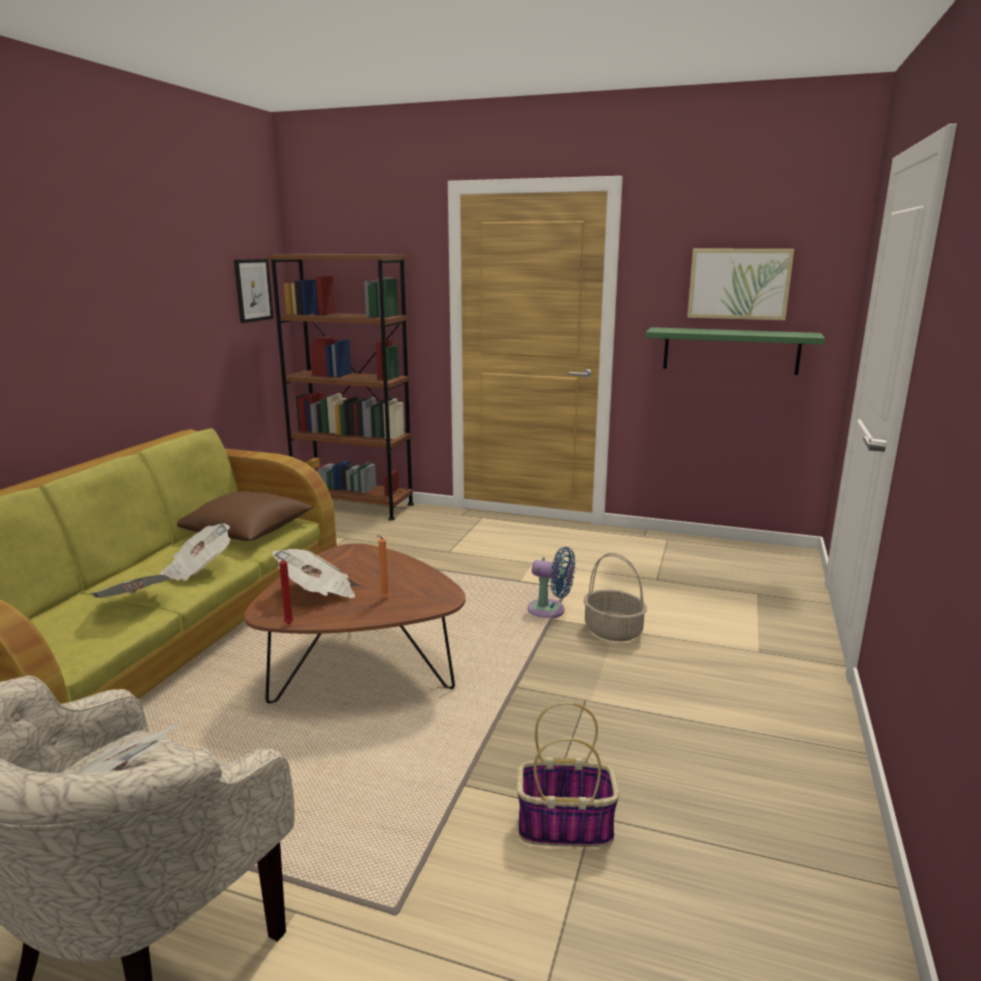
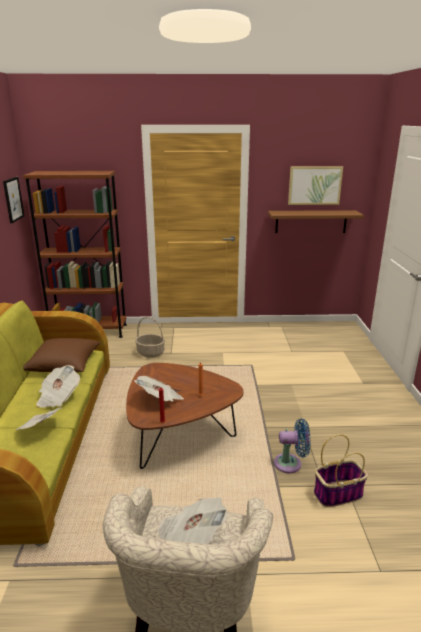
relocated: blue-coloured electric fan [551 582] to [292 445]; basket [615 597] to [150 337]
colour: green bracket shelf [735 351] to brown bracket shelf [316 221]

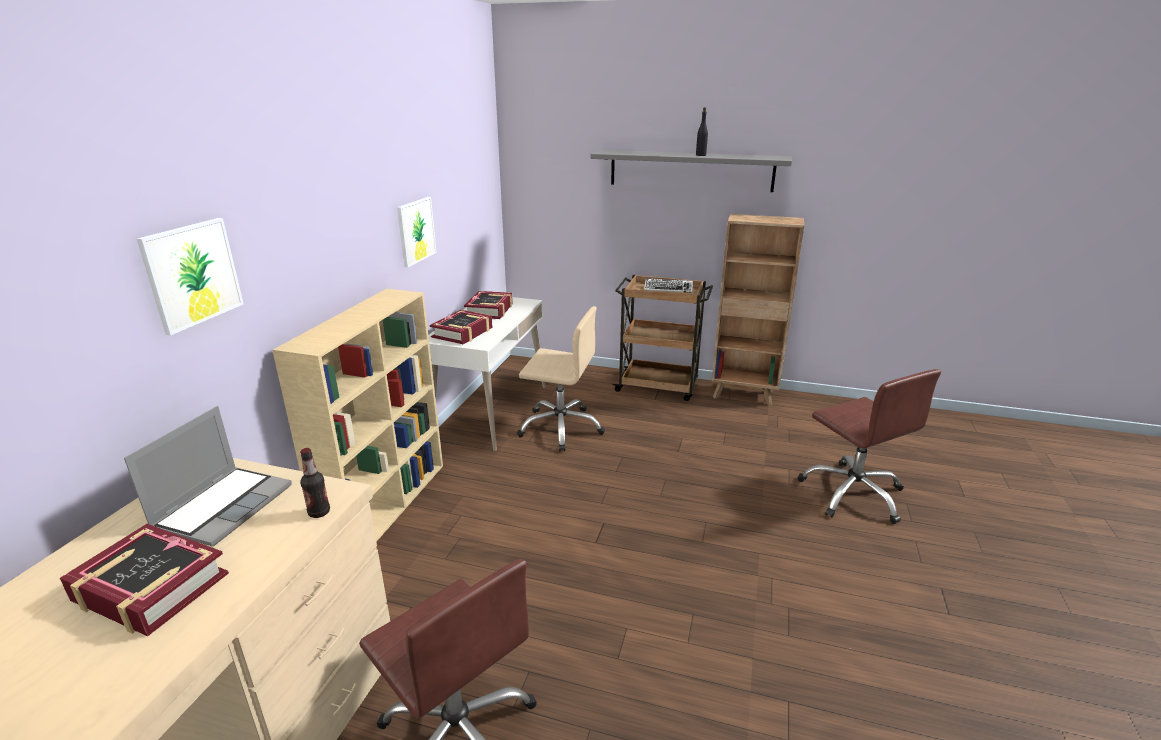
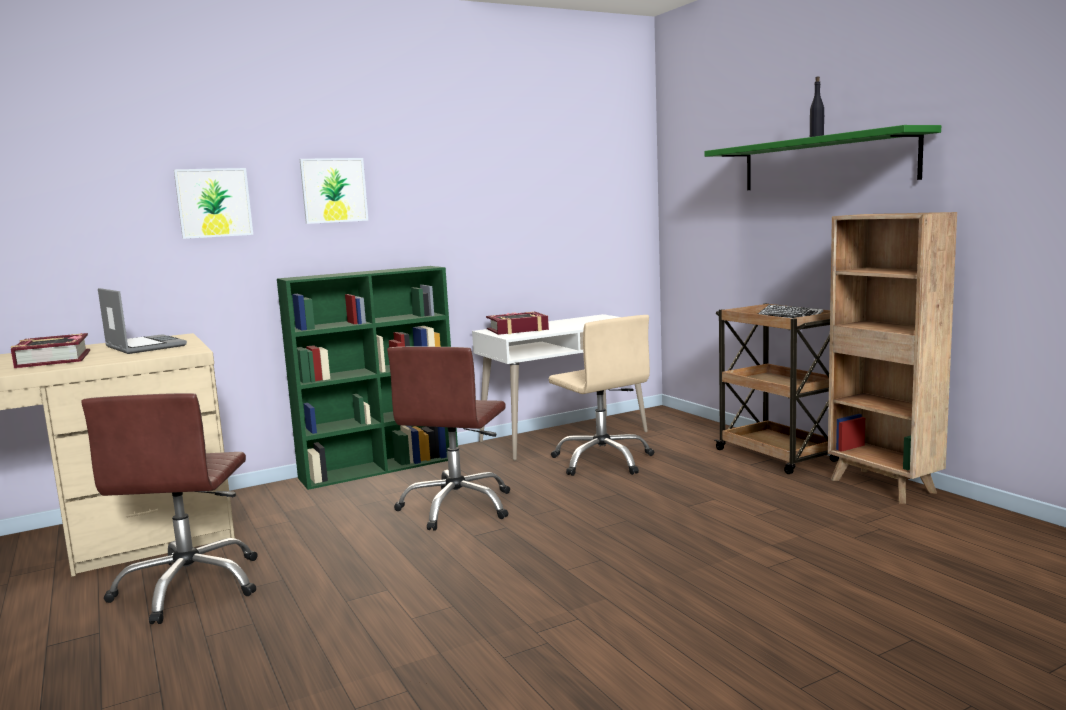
missing: beverage bottle [315 483]; volume [488 305]
relocated: picture [417 232] to [334 191]; brown desk chair [869 446] to [448 439]
colour: beige-coloured bookcase [357 415] to green bookcase [367 378]; gray bracket shelf [691 171] to green bracket shelf [822 157]
spun: laptop [208 476] = [142 321] 105 degrees counterclockwise

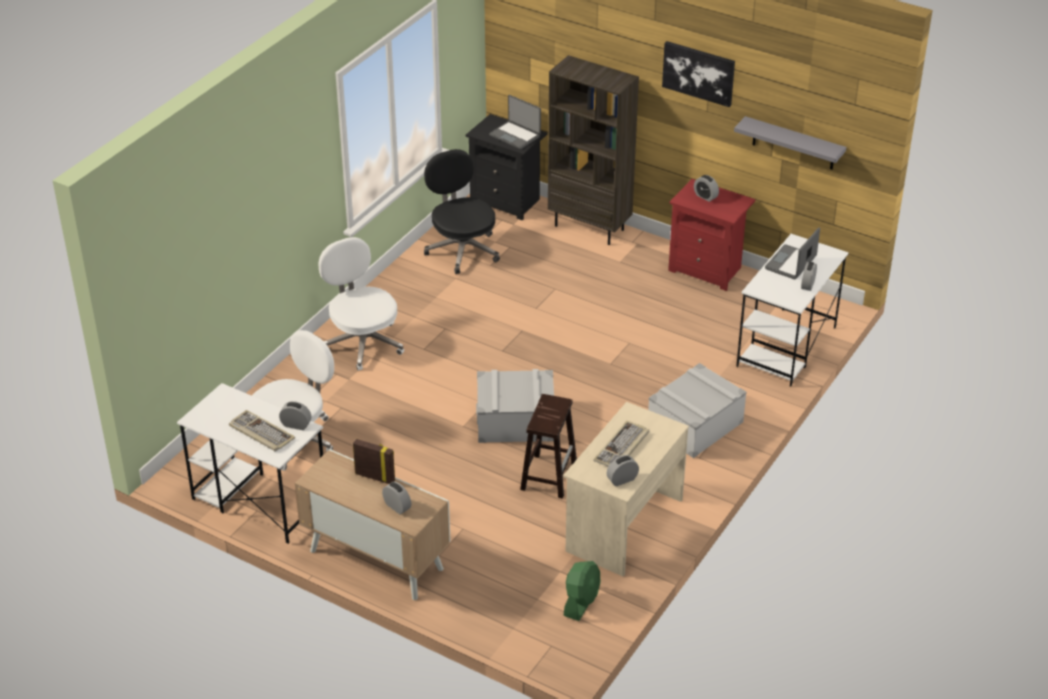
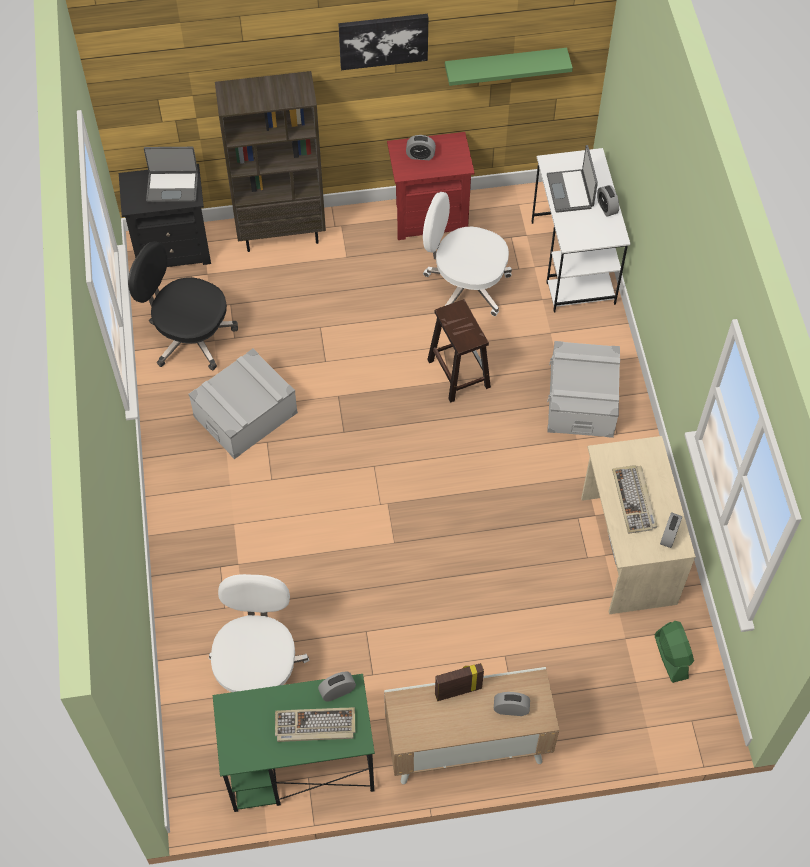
relocated: white-coloured desk chair [361 304] to [467 254]; gray storage box [515 406] to [243 403]; brown stool [548 446] to [459 351]
colour: white-coloured desk unit [250 463] to green desk unit [294 743]; gray bracket shelf [790 143] to green bracket shelf [509 67]

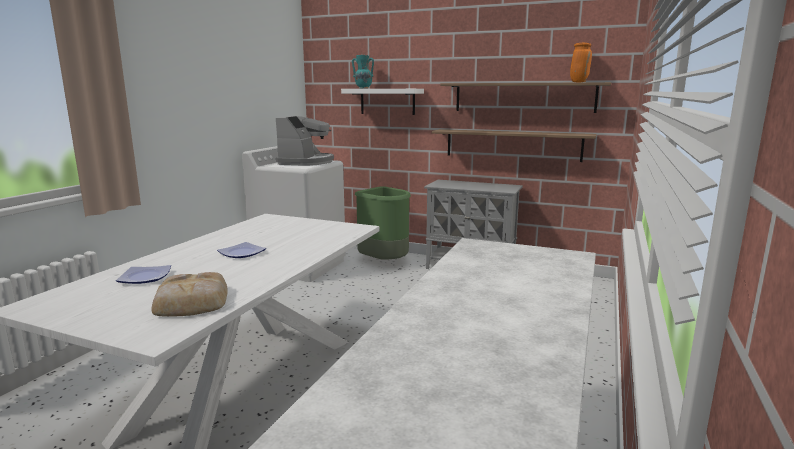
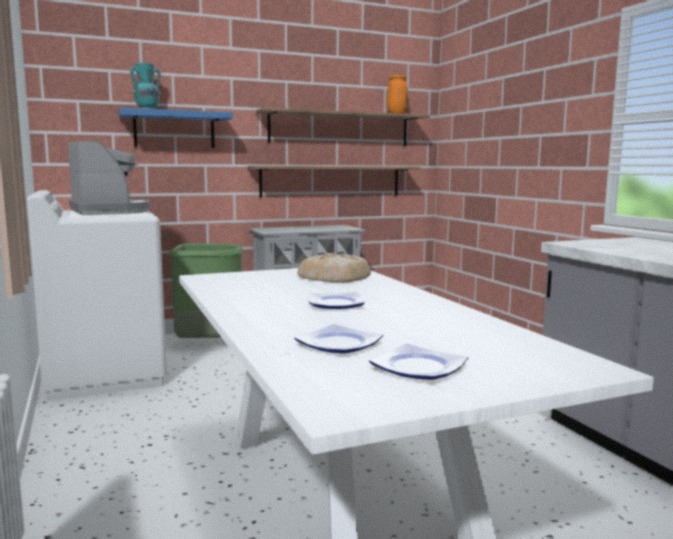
appeared: dinner plate [418 361]
relocated: bakery bread [189 294] to [334 268]
colour: white-coloured bracket shelf [382 102] to blue-coloured bracket shelf [176 128]

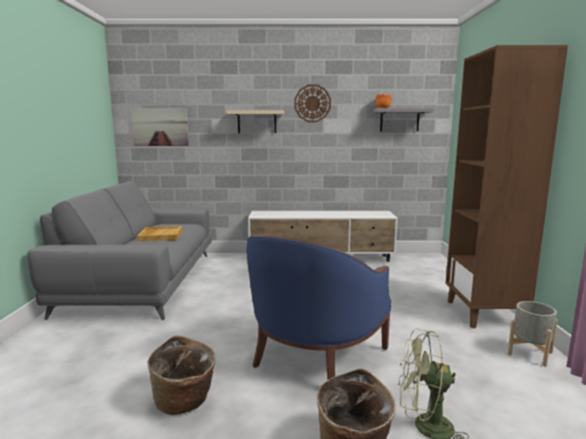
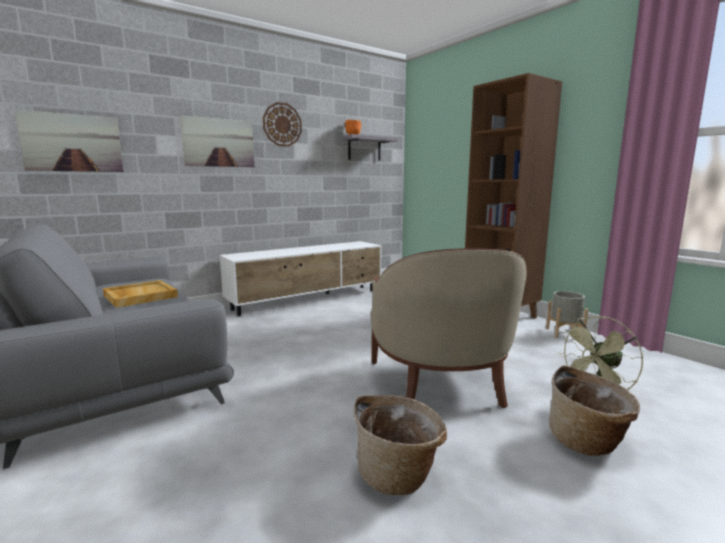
exchanged: beige-coloured bracket shelf [255 121] to picture [217 141]
colour: blue-coloured lounge chair [318 307] to beige-coloured lounge chair [448 328]

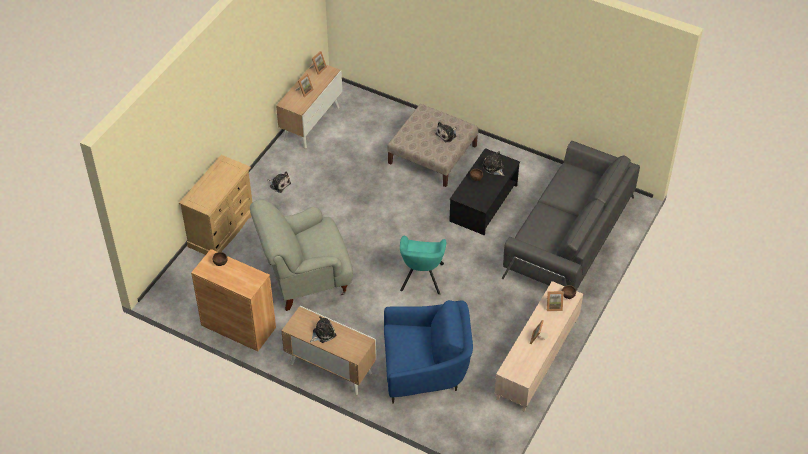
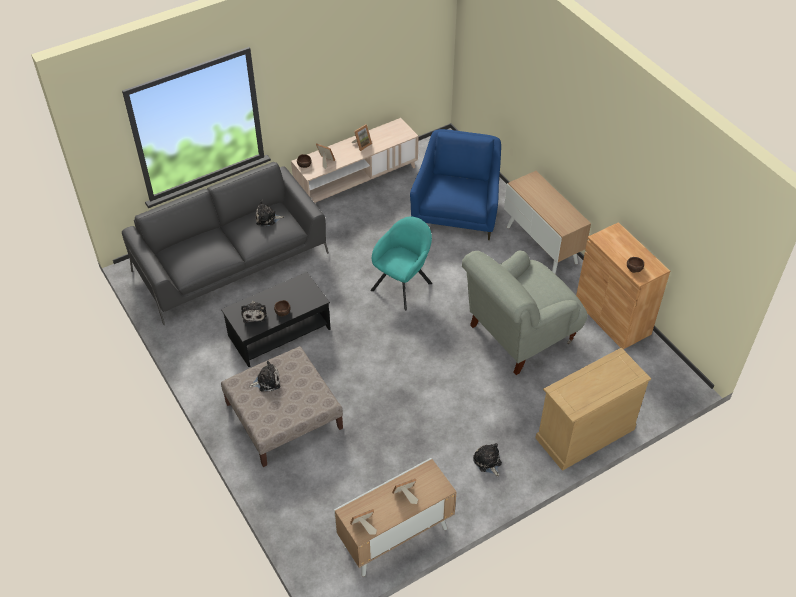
relocated: cuddly toy [323 329] to [270 213]
spun: gray lounge chair [301 255] = [525 312] 135 degrees clockwise; blue-coloured lounge chair [428 352] = [455 184] 75 degrees clockwise

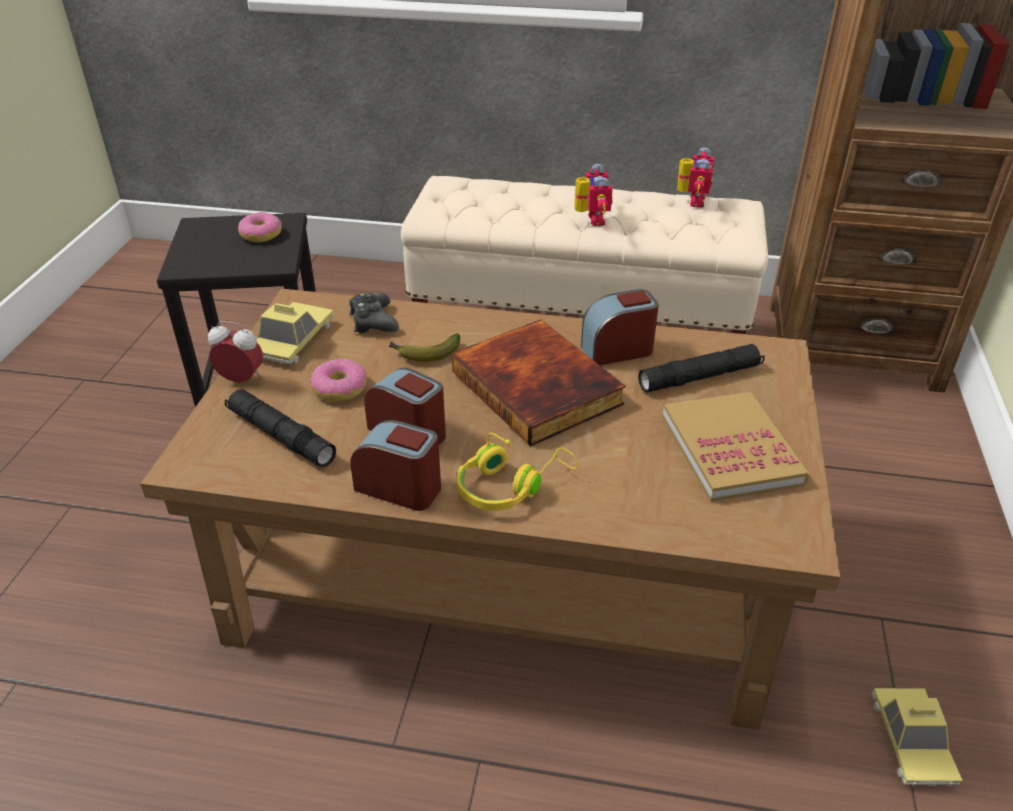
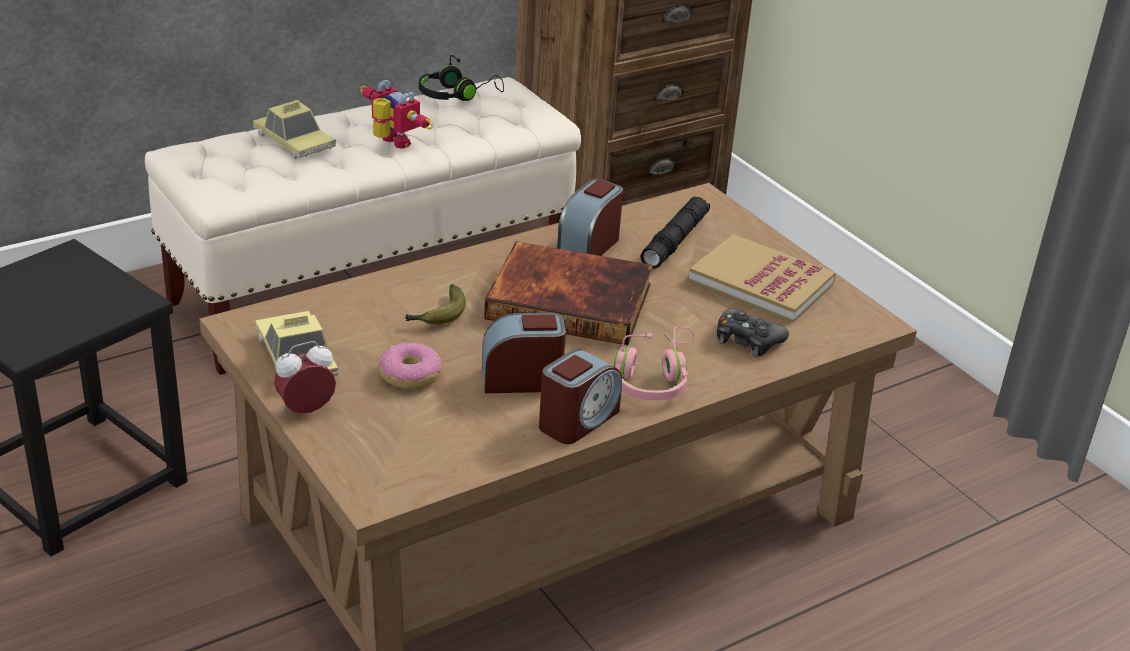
missing: blackish flashlight [280 428]; doughnut [260 227]
relocated: blackish gamepad [374 313] to [753 332]; model car [917 737] to [294 129]
exchanged: toy robot [695 177] to blackish headphones [461 78]
colour: yellow headphones [517 472] to pink headphones [654 363]
spun: table clock [395 465] = [580 396] 150 degrees clockwise

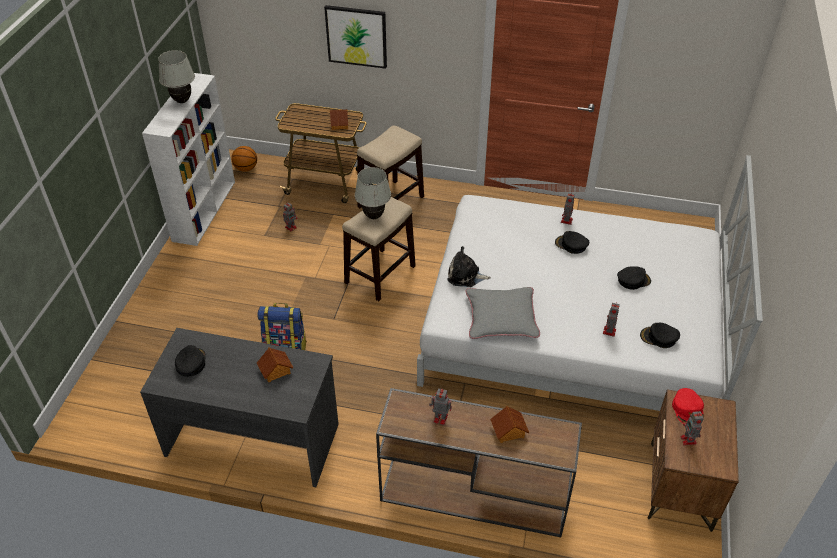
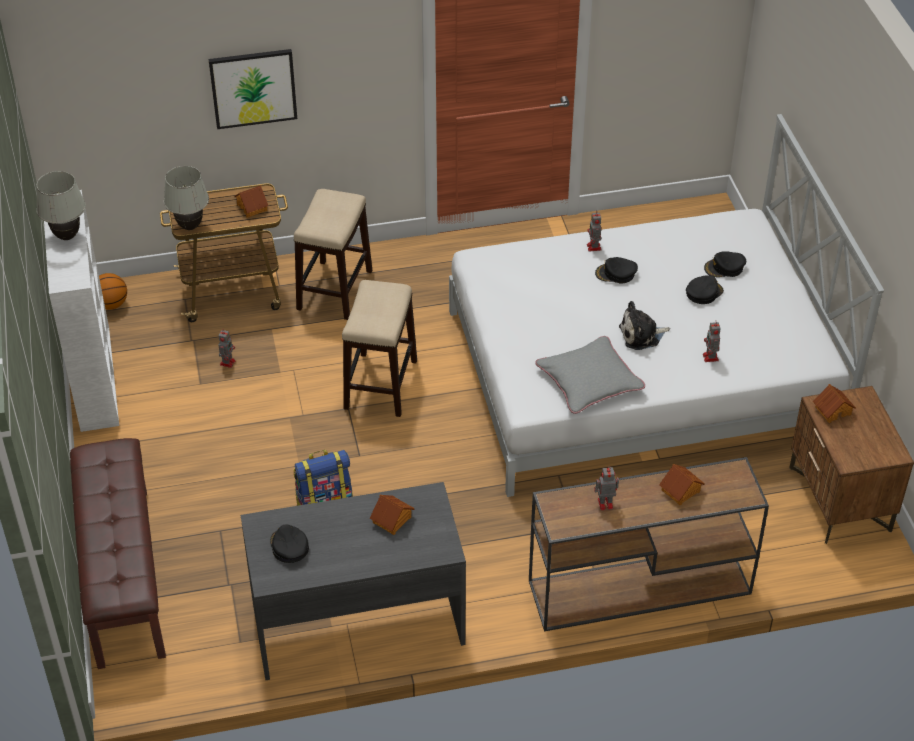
missing: toy robot [692 428]
appeared: brown indoor bench [118 553]
relocated: white-coloured table lamp [373 193] to [186 198]; cuddly toy [469 266] to [644 325]; blackish baseball cap [660 335] to [725 264]
exchanged: red-coloured baseball cap [688 406] to model house [834 403]

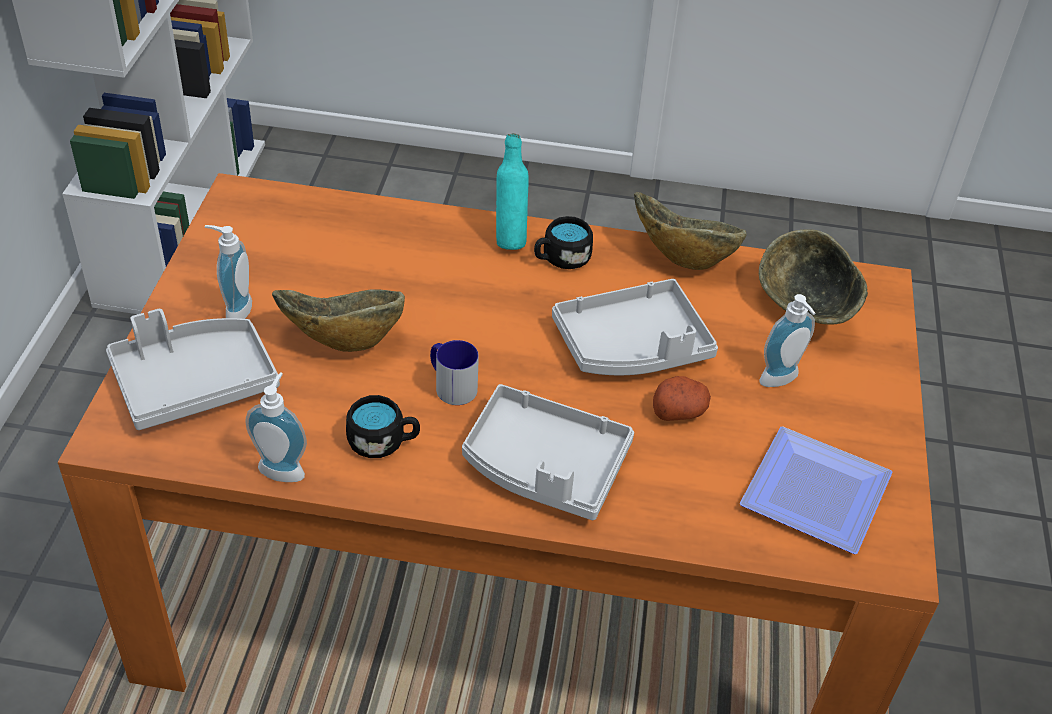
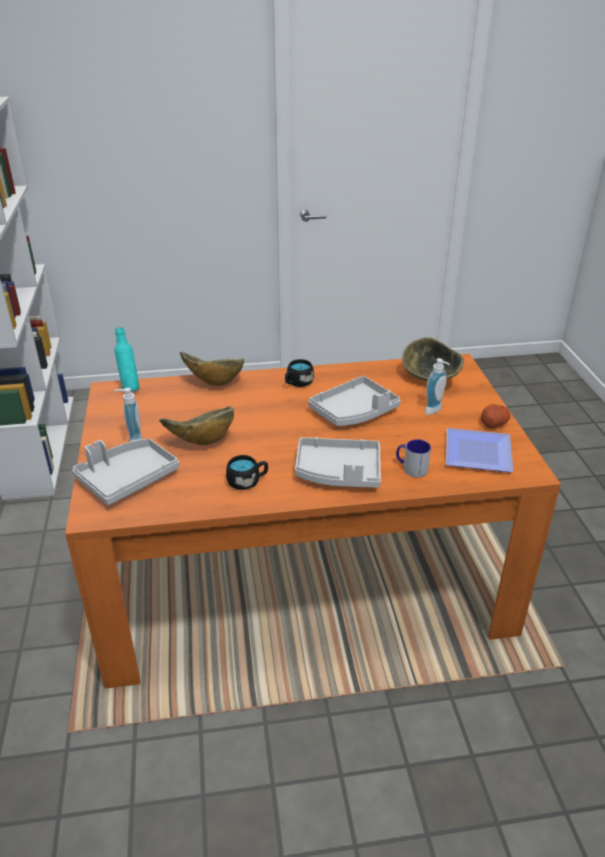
missing: soap dispenser [276 427]
relocated: tea mug [454 372] to [413 458]; turquoise beverage bottle [512 191] to [127 359]; serving bowl [690 231] to [212 369]; whole potato [682 398] to [495 416]

